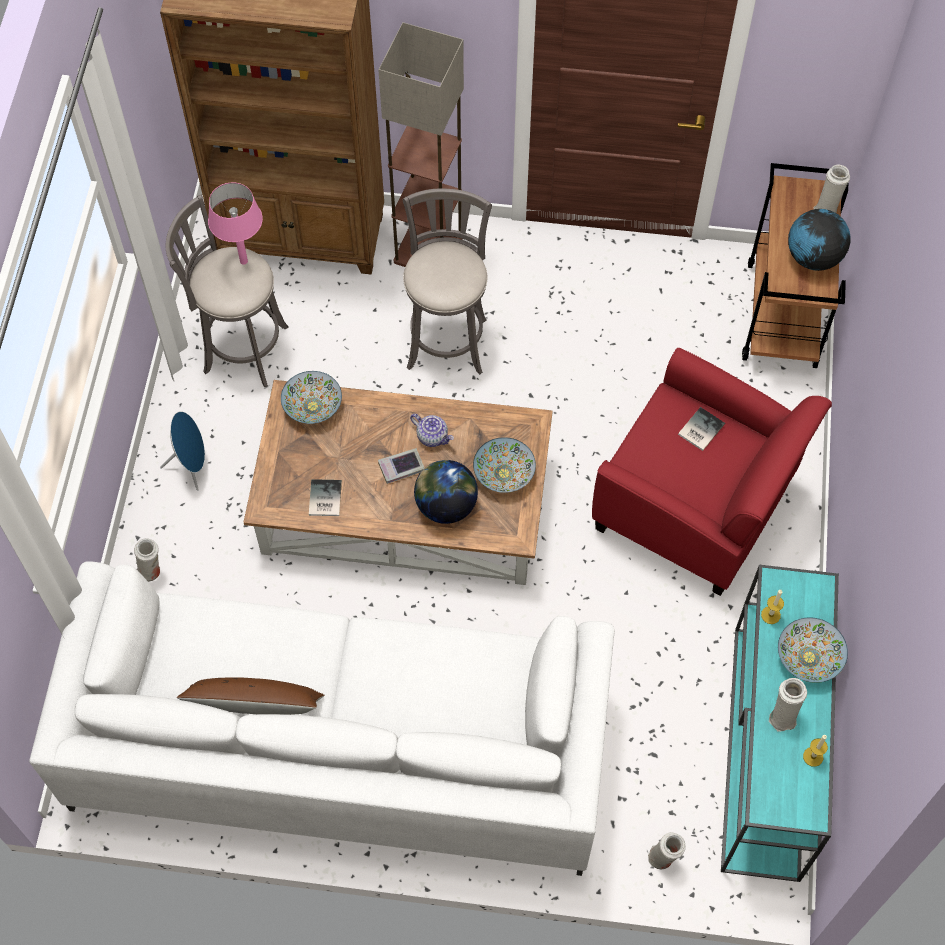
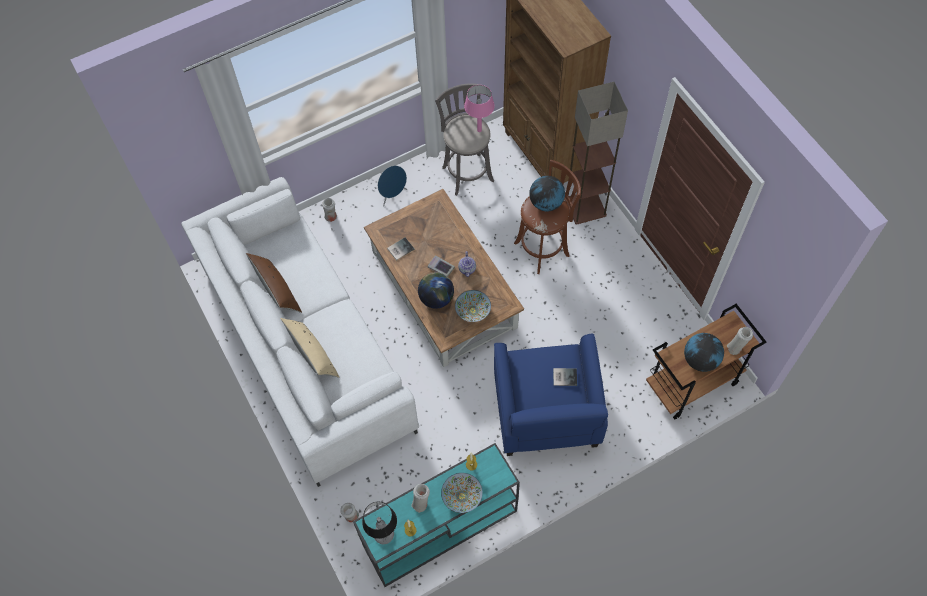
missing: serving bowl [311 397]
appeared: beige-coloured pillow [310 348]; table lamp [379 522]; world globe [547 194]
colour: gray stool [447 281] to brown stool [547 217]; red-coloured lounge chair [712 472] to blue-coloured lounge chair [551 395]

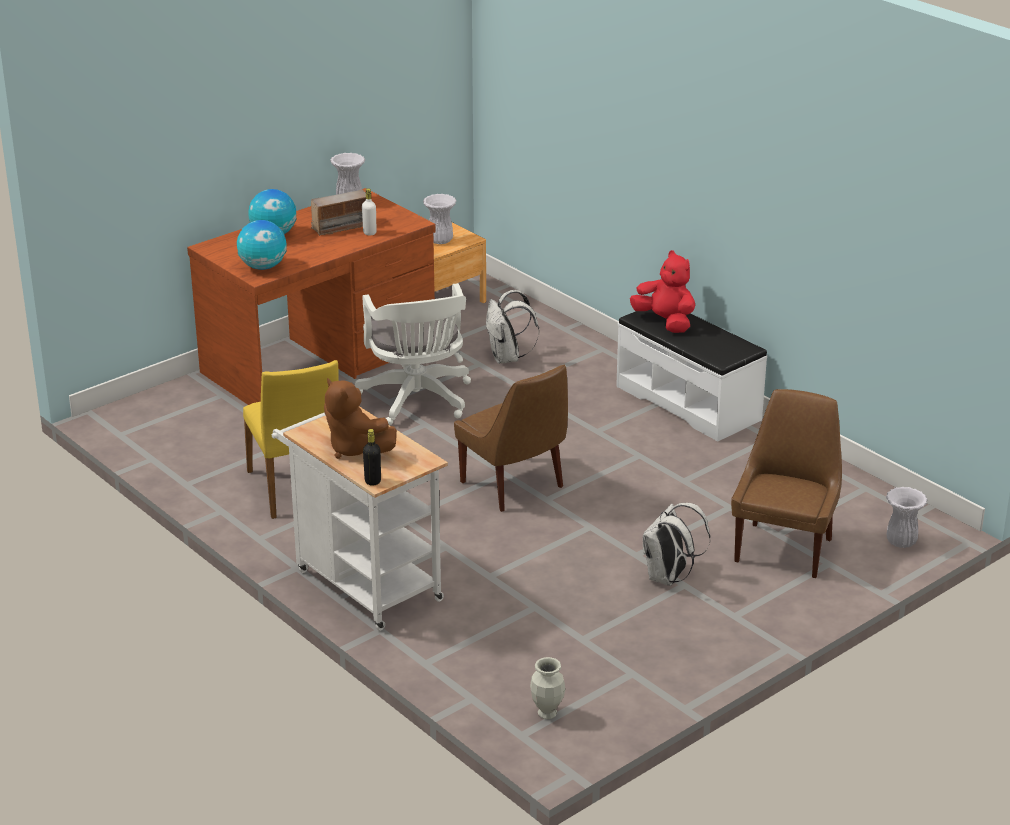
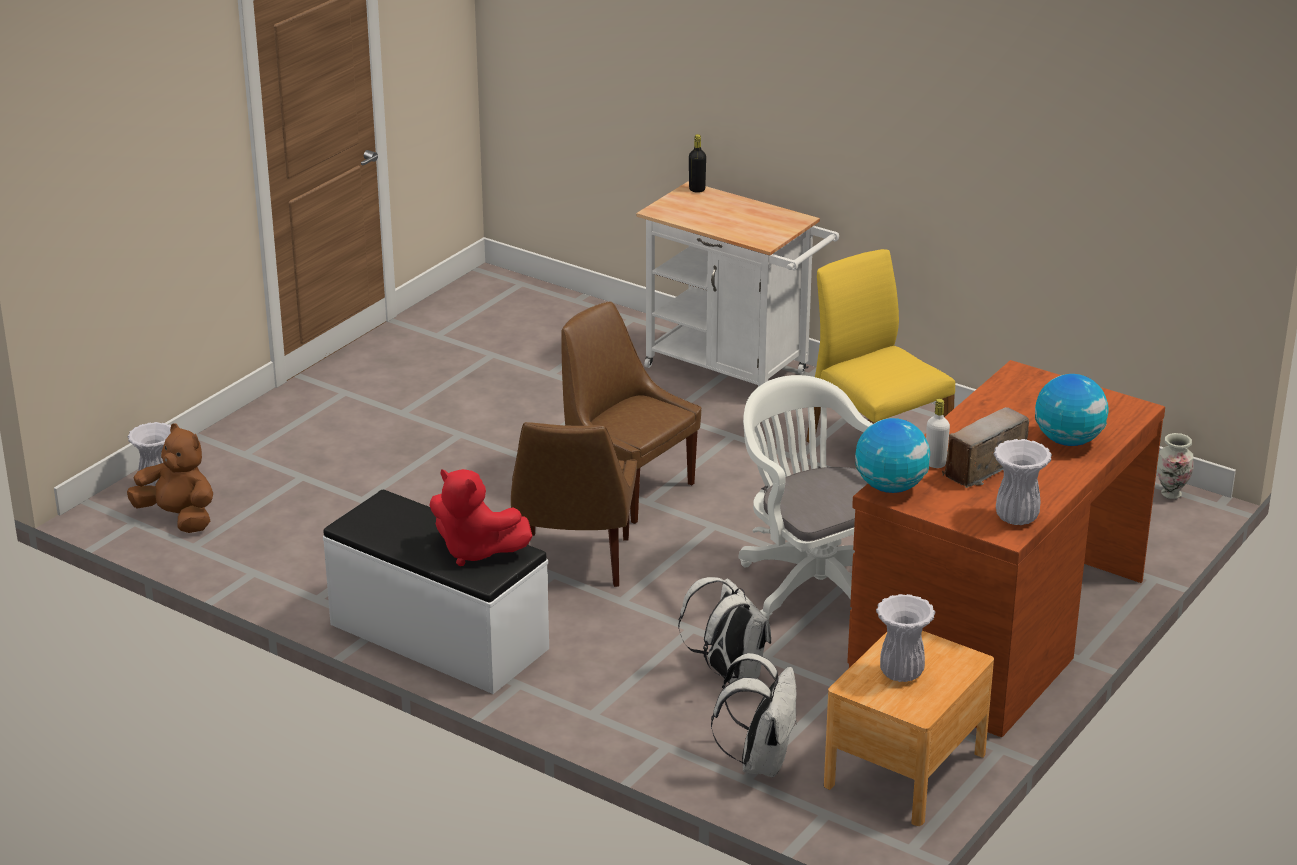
relocated: world globe [262 245] to [892 455]; brown cuddly toy [360 418] to [170 478]; flower vase [547 688] to [1175 466]; white-coloured knapsack [676 544] to [754 715]; brown plain chair [786 483] to [574 504]

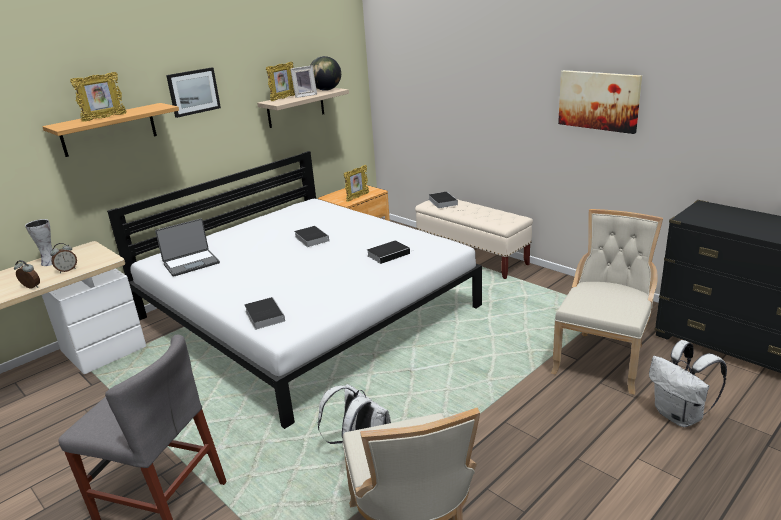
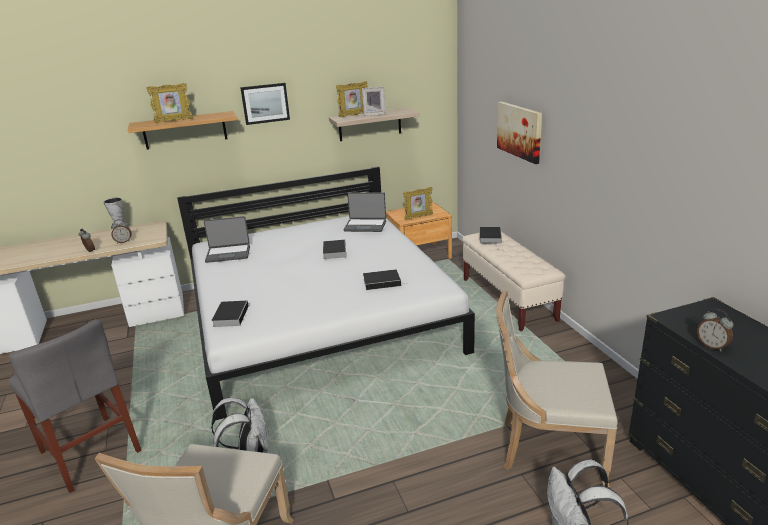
missing: world globe [325 73]
appeared: laptop [365 212]; table clock [715 330]
relocated: picture [600 102] to [519 133]
spun: beige-coloured plain chair [607 302] = [557 389] 135 degrees counterclockwise

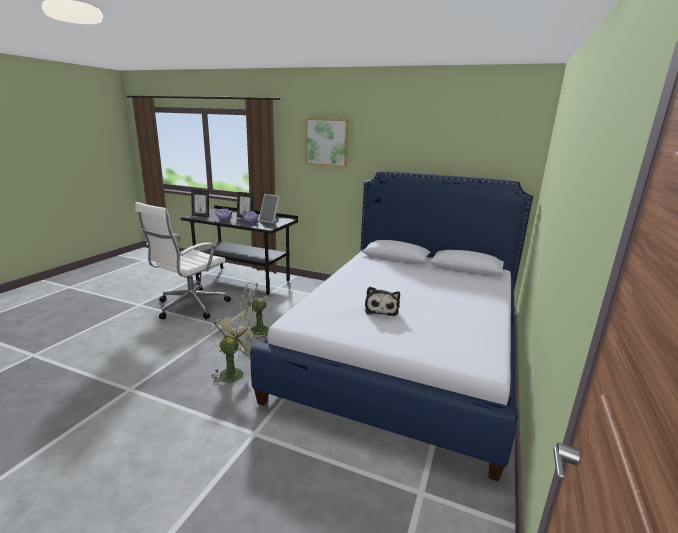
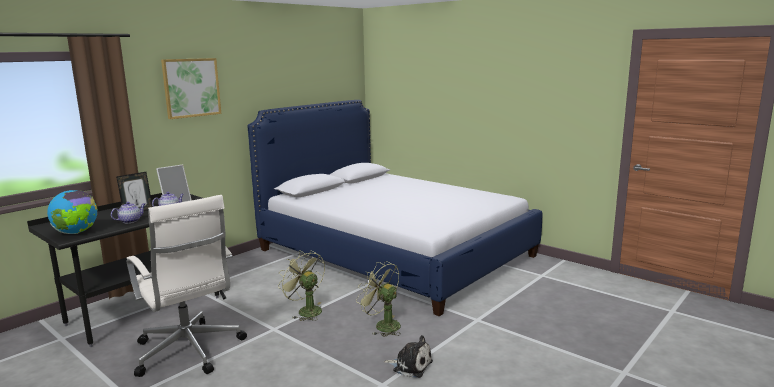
relocated: cuddly toy [382 301] to [408 356]
exchanged: standing frame [200 203] to world globe [72 212]
spun: green electric fan [254 311] = [301 285] 120 degrees clockwise

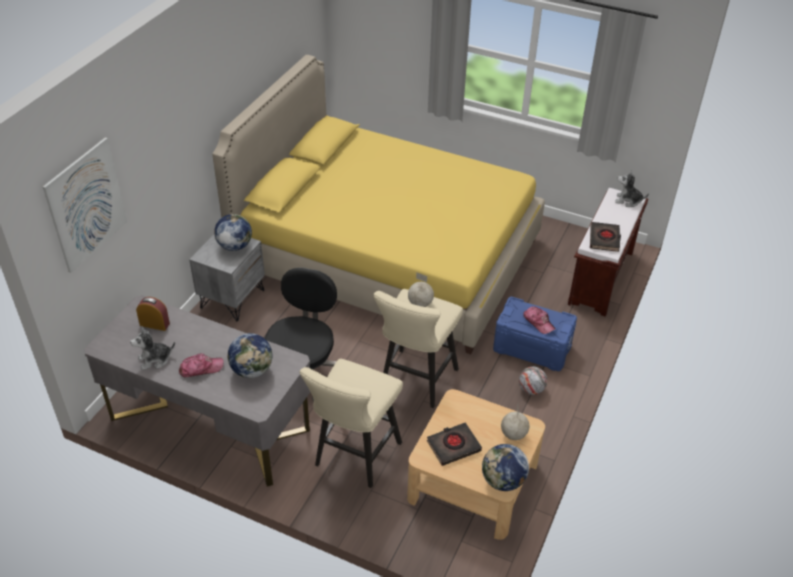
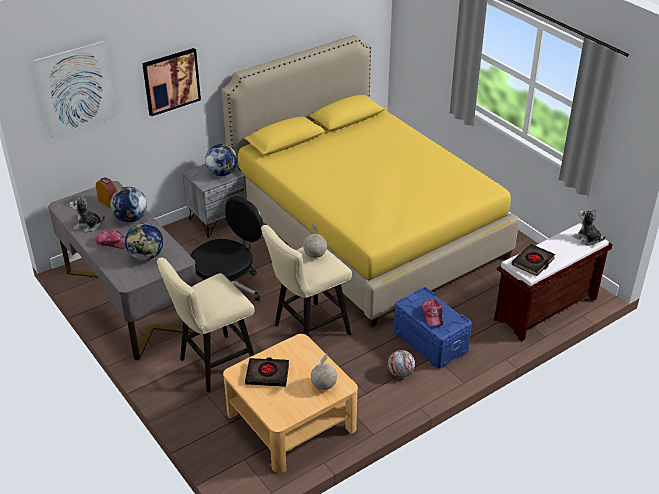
appeared: picture [171 82]
relocated: world globe [505 467] to [128 204]

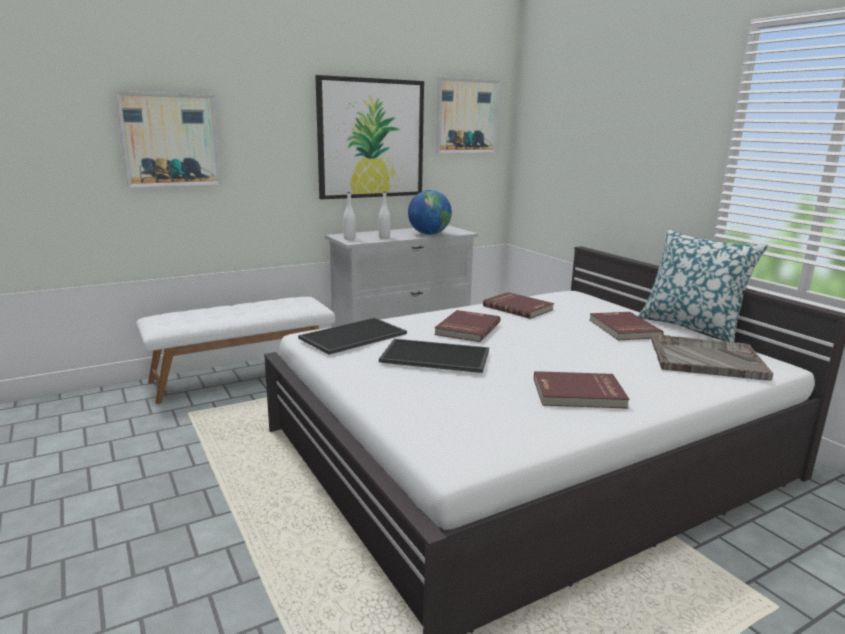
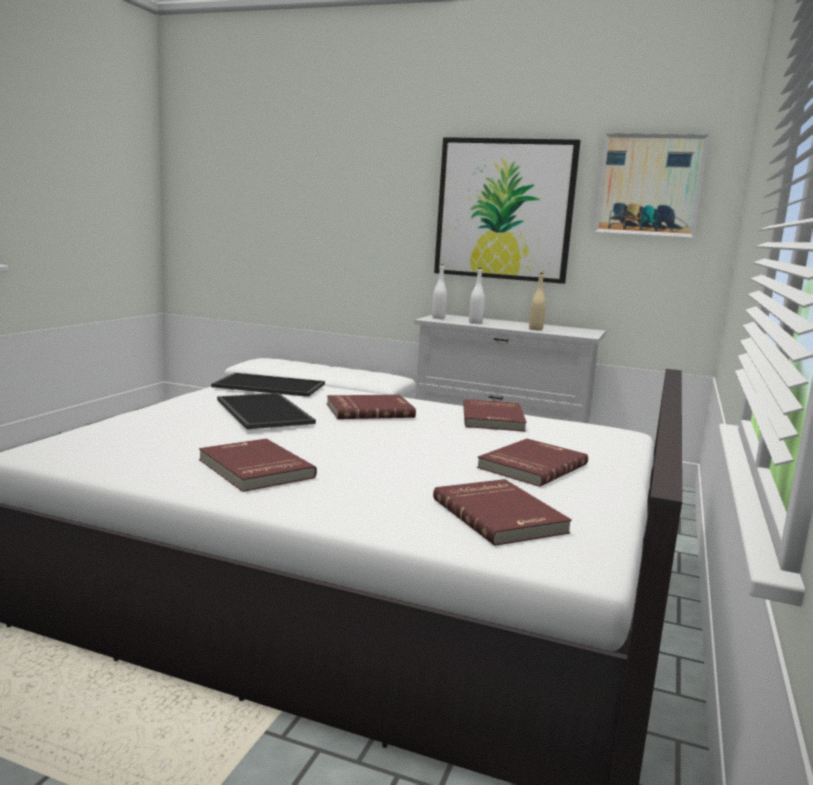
missing: picture [168 139]; pillow [703 286]
exchanged: world globe [430 212] to beige-coloured beverage bottle [537 302]; gray carrying tray [712 357] to red-coloured volume [502 512]

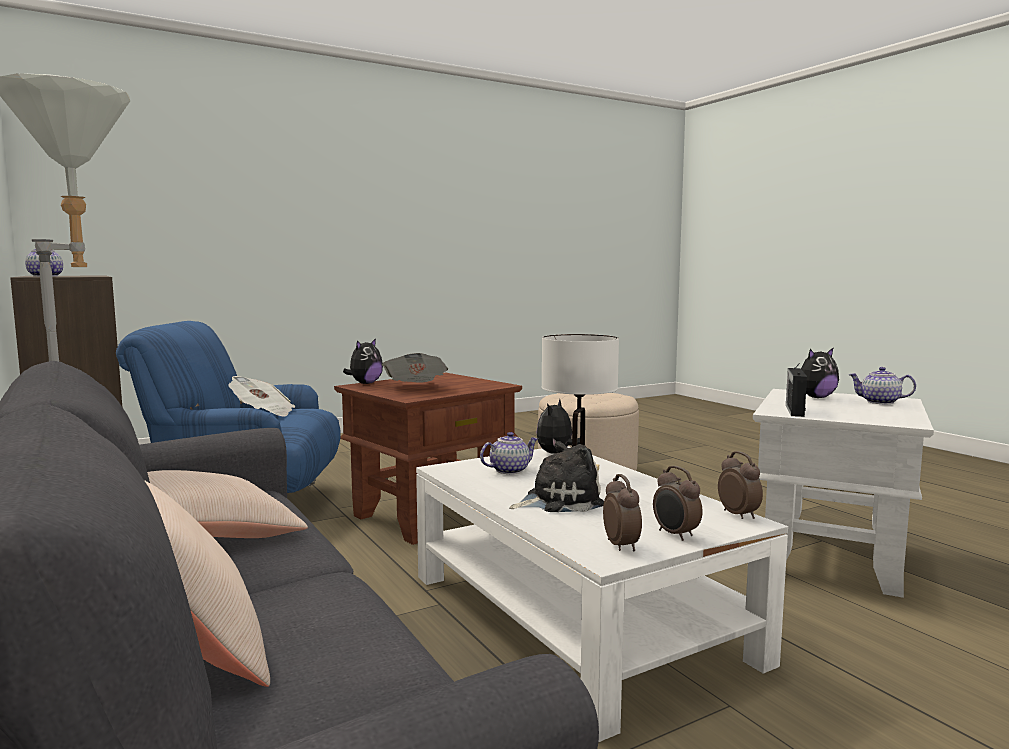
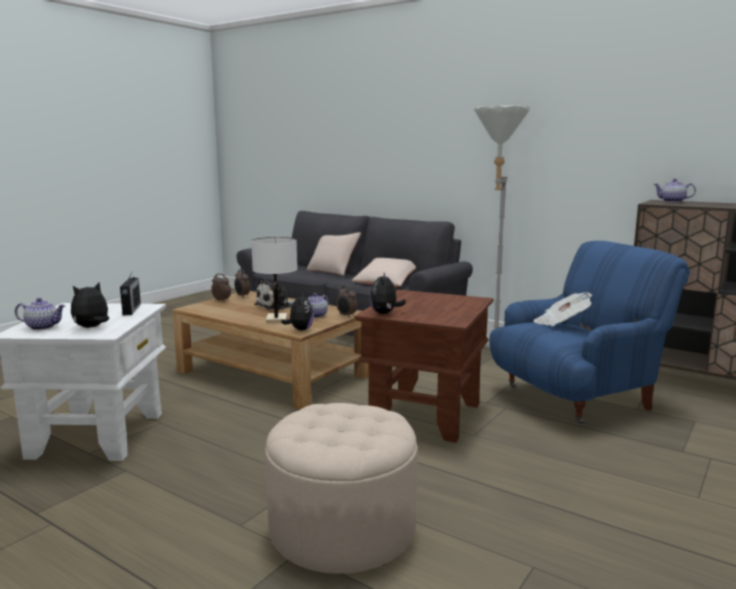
missing: daily paper [415 368]
relocated: cuddly toy [363 361] to [388 293]; table clock [740 485] to [346 302]
colour: white-coloured lounge table [602 594] to brown lounge table [270 350]

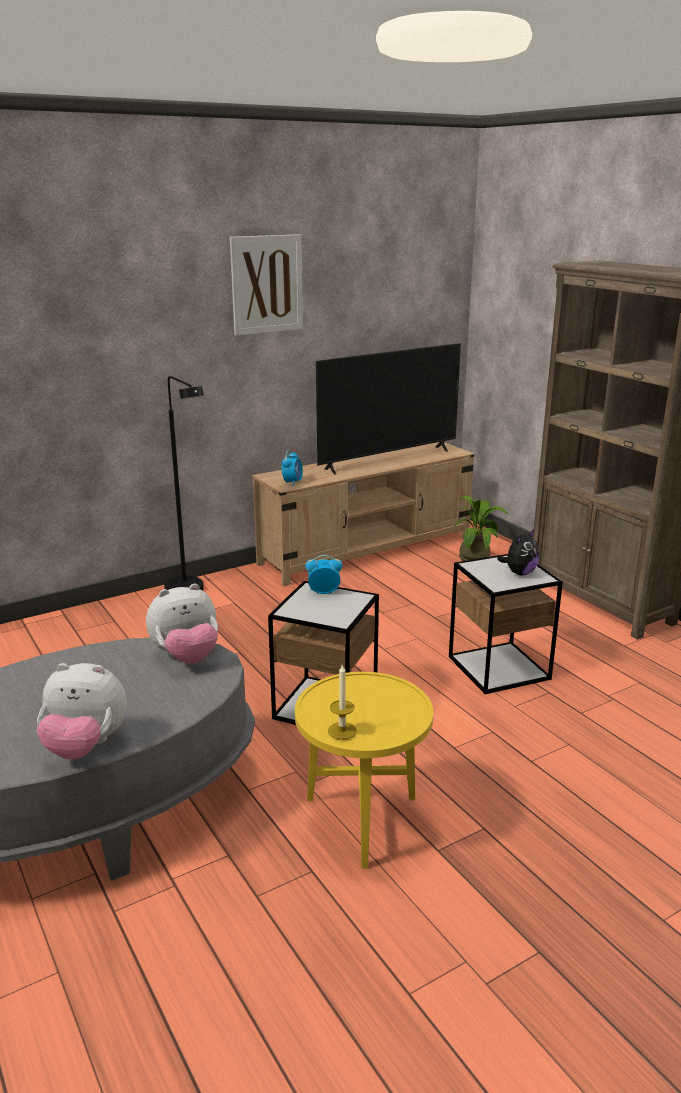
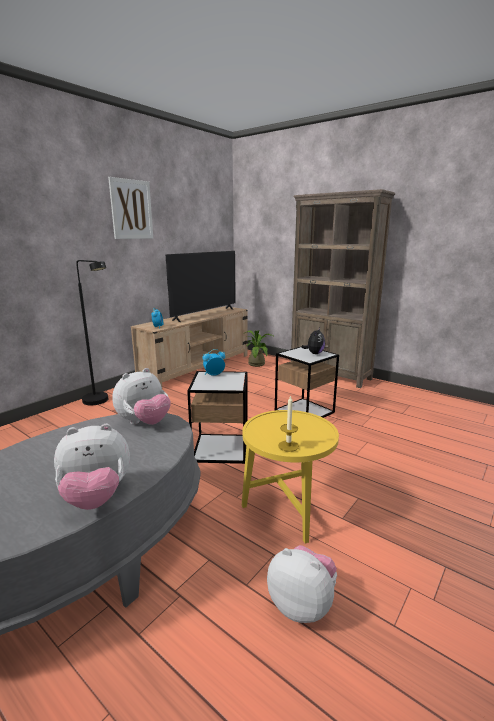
appeared: cuddly toy [302 584]

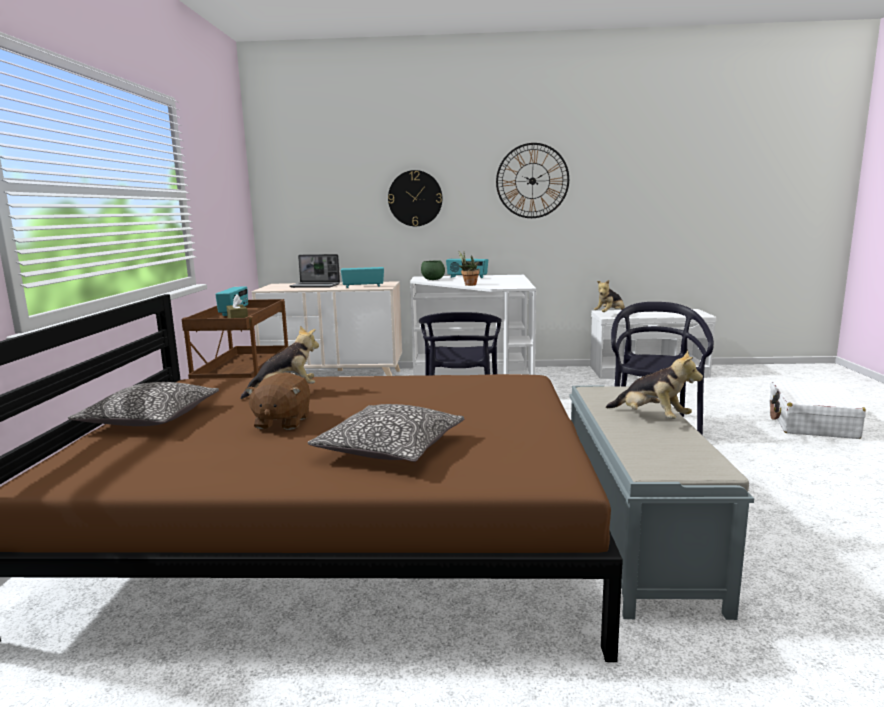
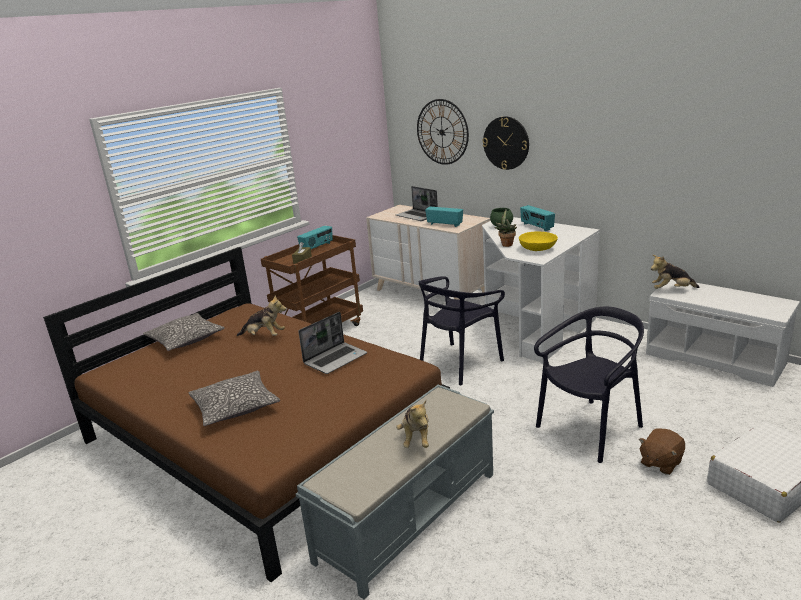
appeared: laptop [332 343]; yellow serving bowl [538 241]
relocated: brown cuddly toy [277 401] to [662 451]; wall clock [532 180] to [443 132]

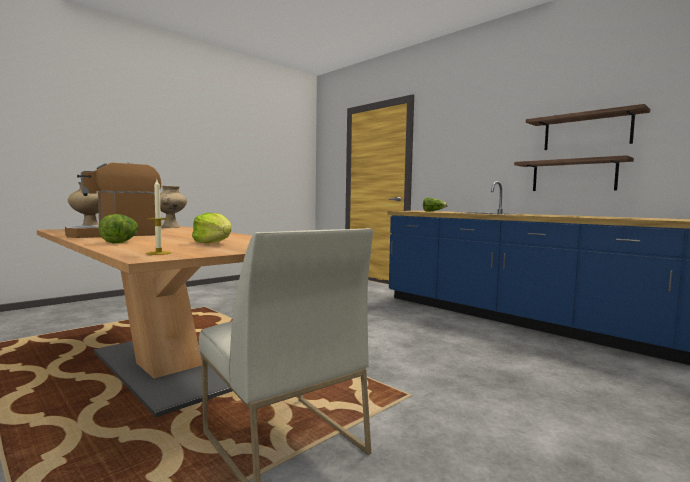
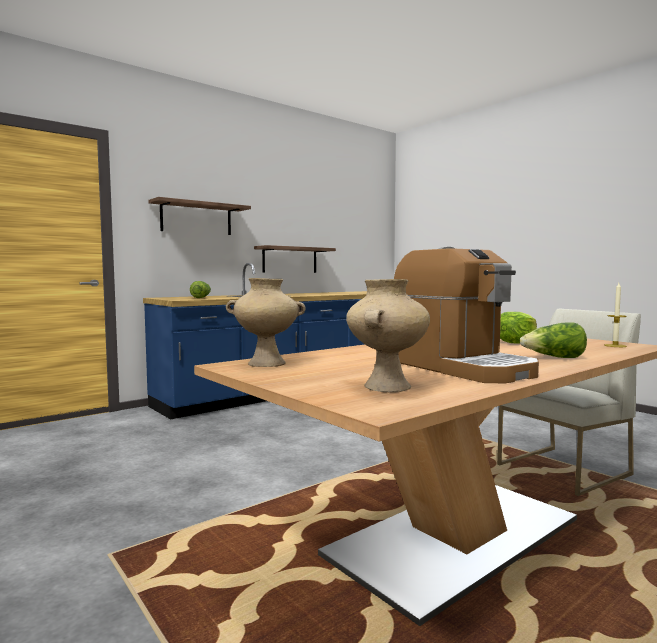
relocated: bracket shelf [588 127] to [199 216]

